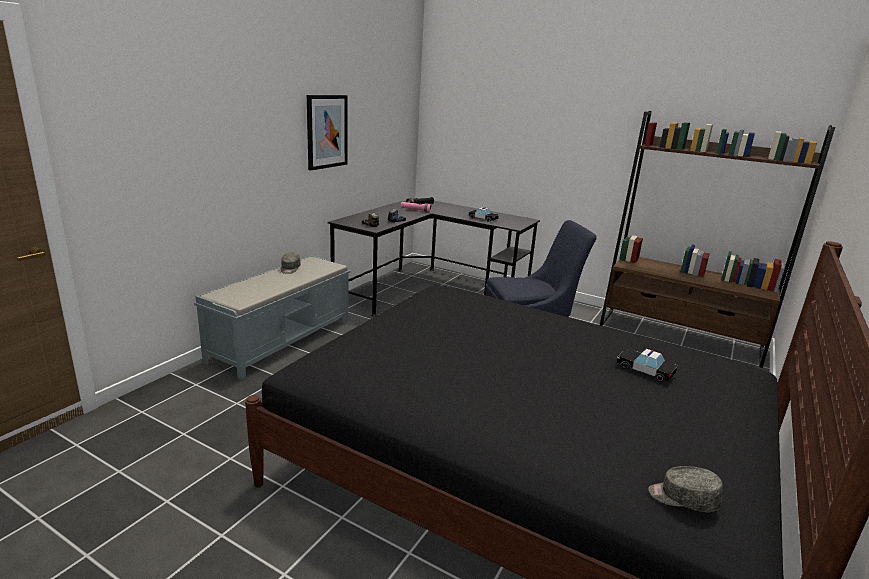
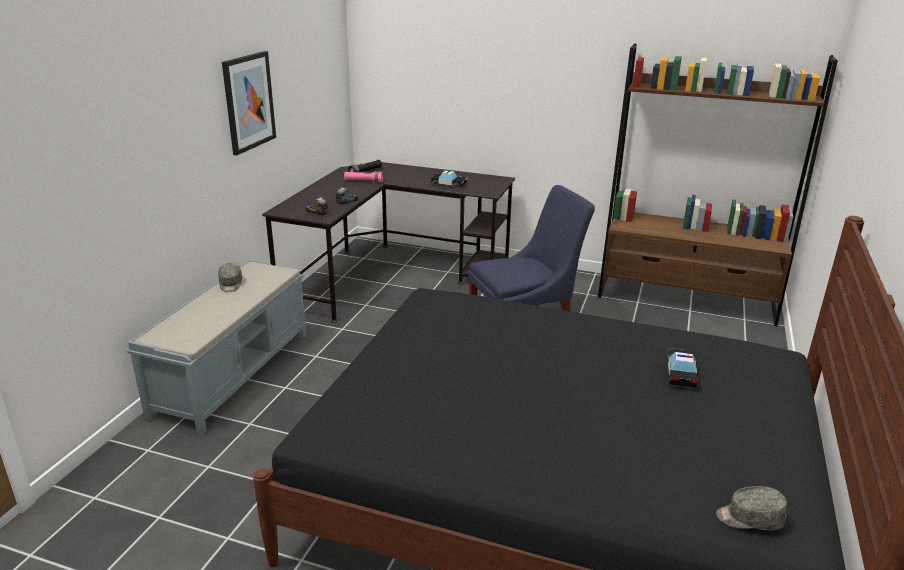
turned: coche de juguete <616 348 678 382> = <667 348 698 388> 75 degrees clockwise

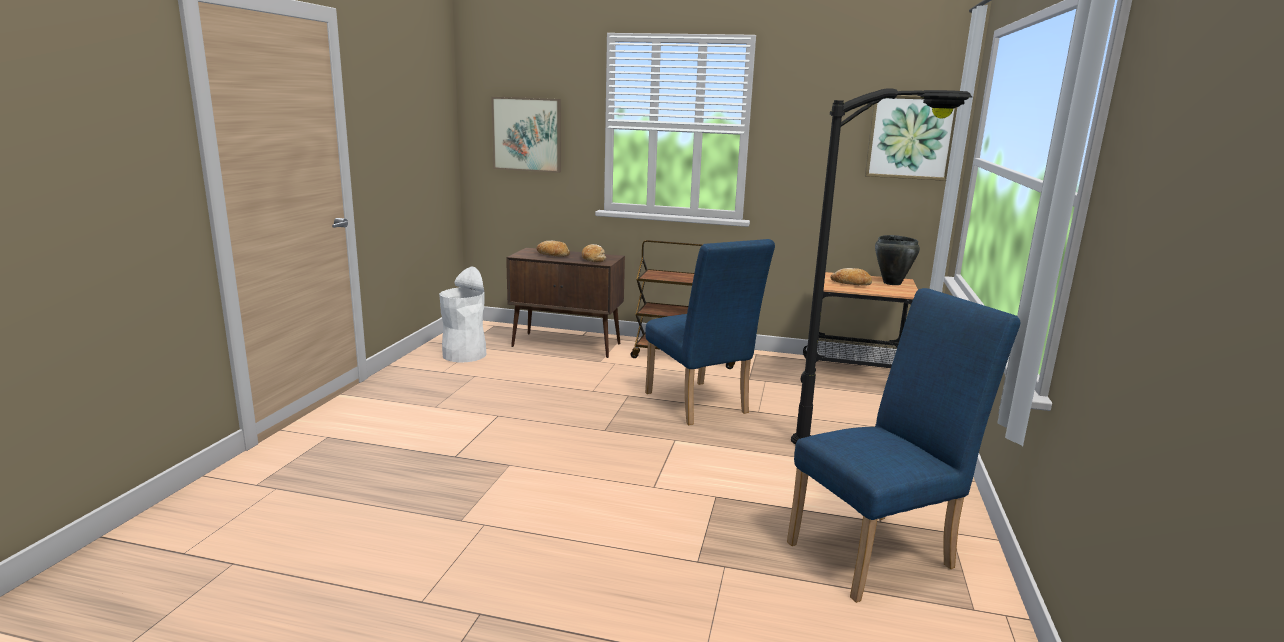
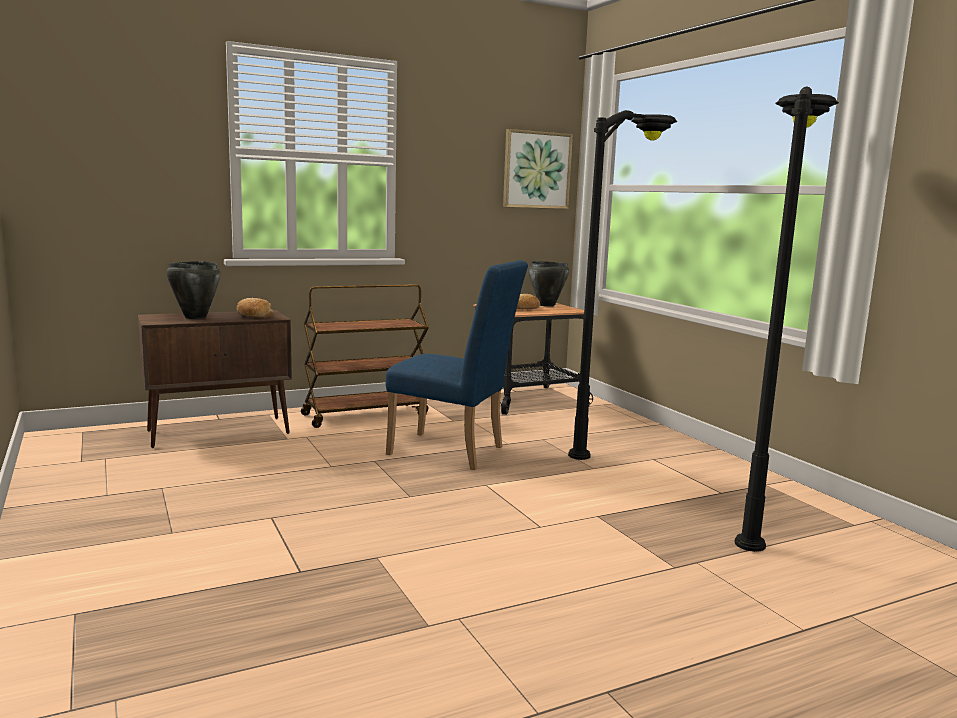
removed: papelera/blanco <439 267 486 362>; cuadro <491 97 561 173>
replaced: pan <536 241 570 257> to olla/negro <166 261 220 319>; silla/azul <787 288 1020 603> to lámpara de pie/negro <734 86 839 552>

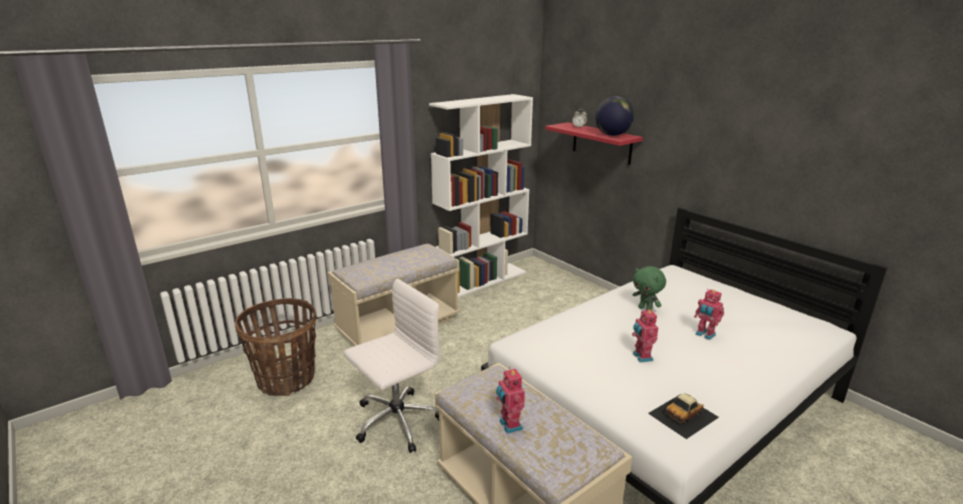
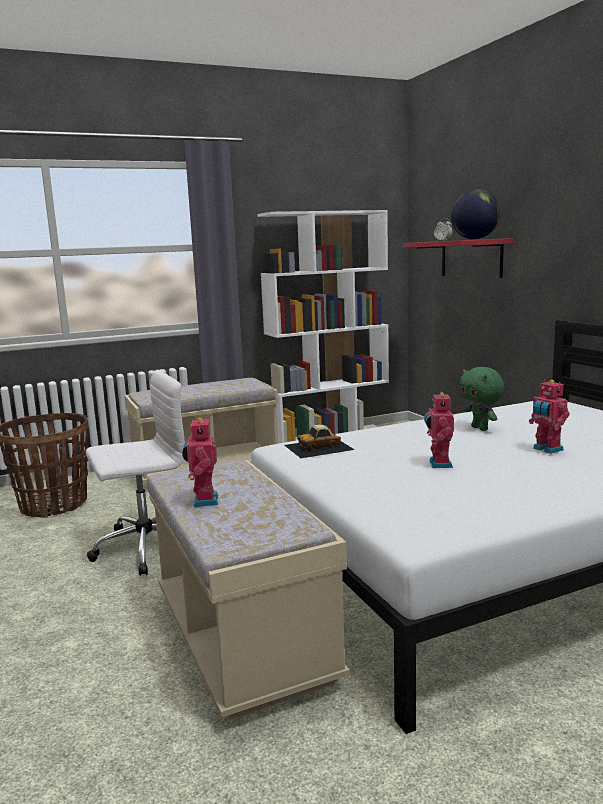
moved: coche de juguete <648 393 719 439> to <284 425 355 458>

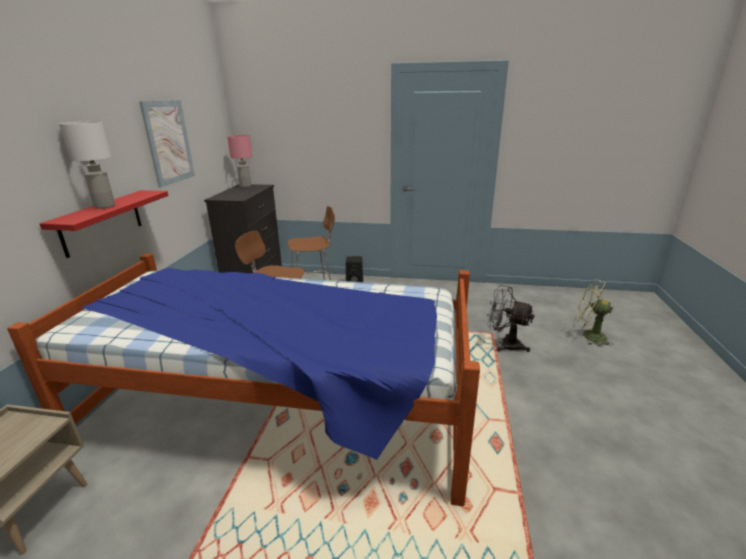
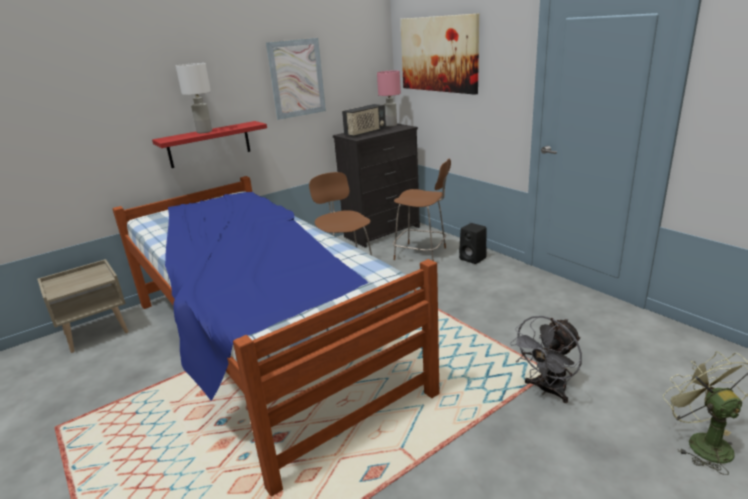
added: radio <342 104 386 137>; cuadro <400 13 479 95>
turned: ventilador/gris <487 285 535 352> = <510 316 582 403> 120 degrees counterclockwise

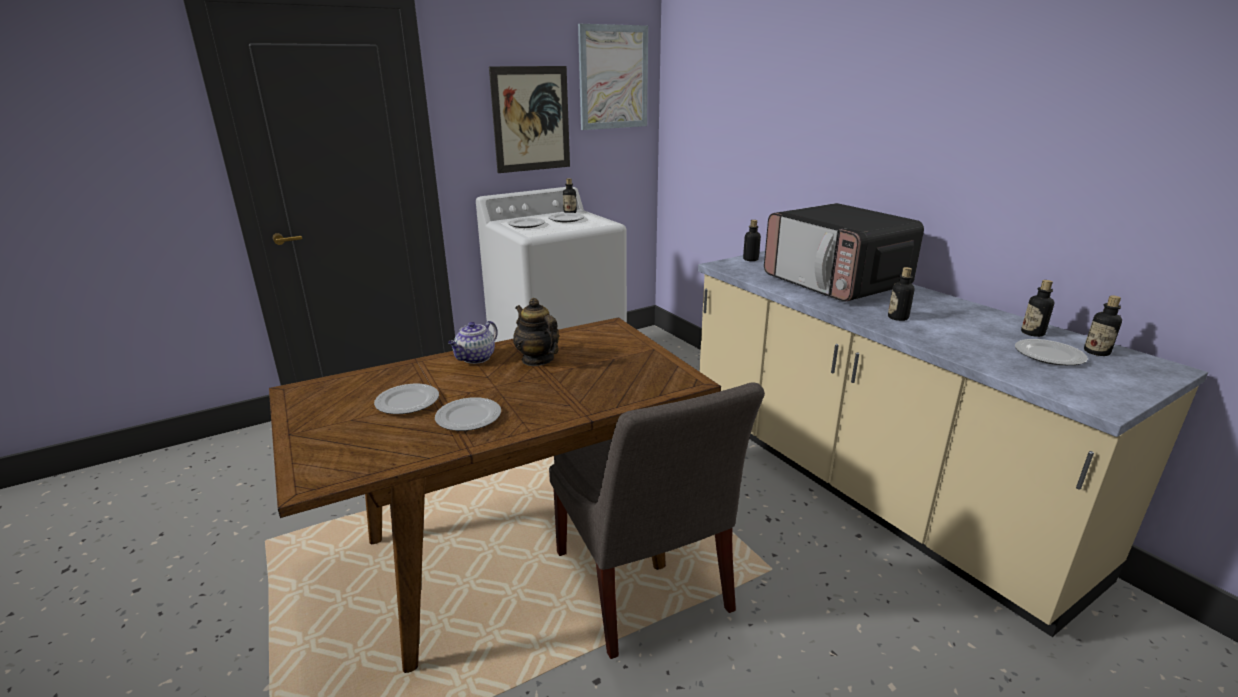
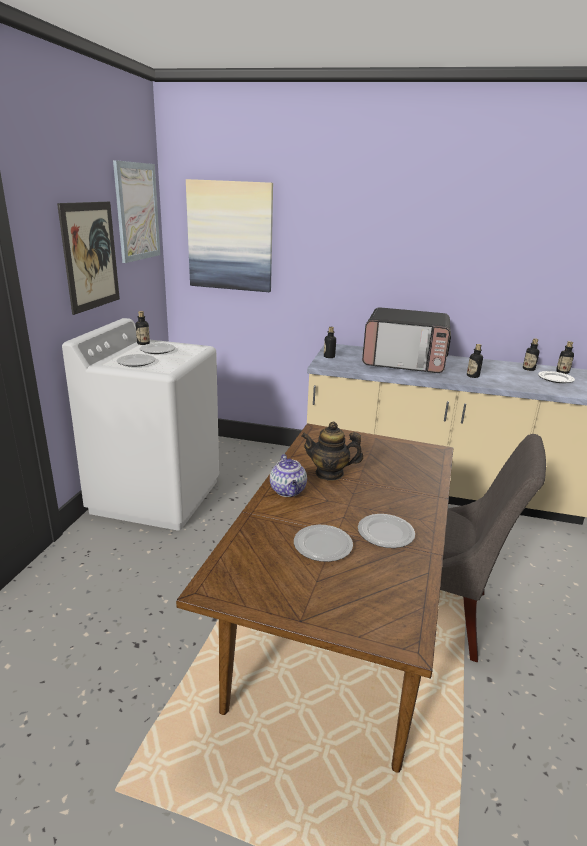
added: cuadro <186 179 273 292>

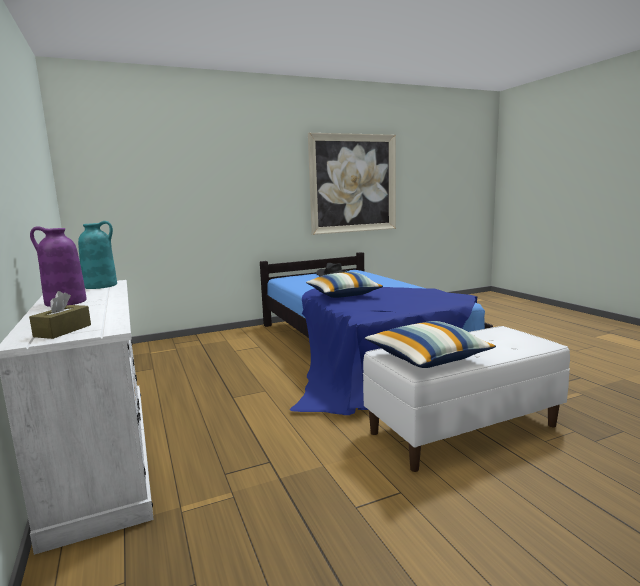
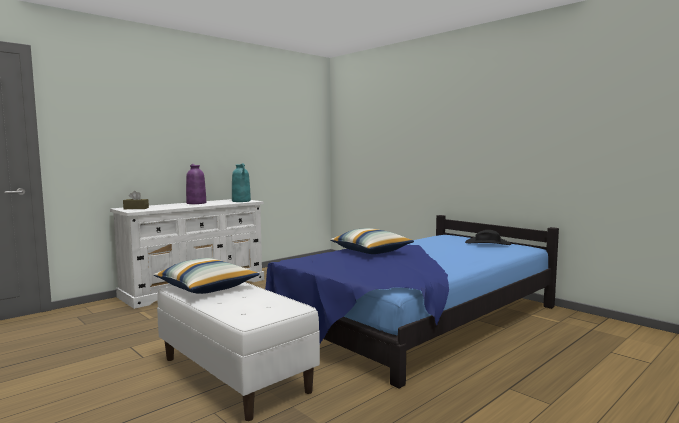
removed: cuadro <308 133 396 235>

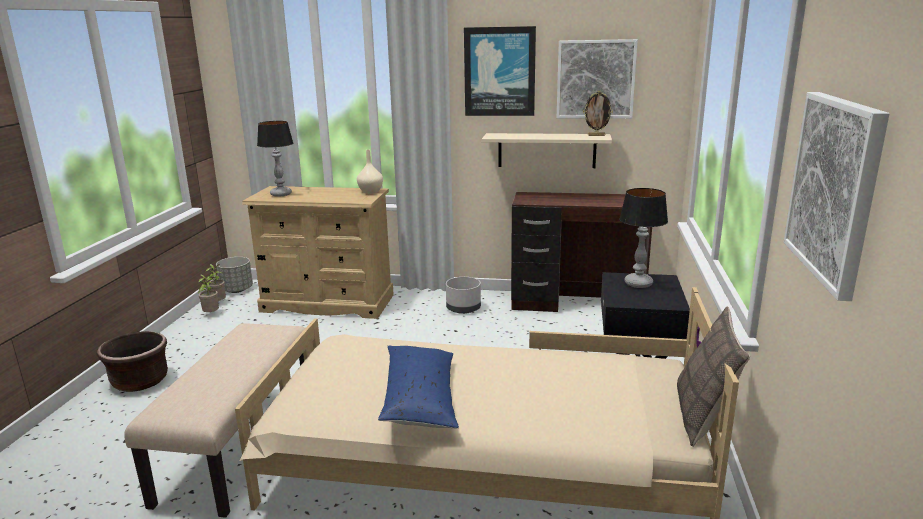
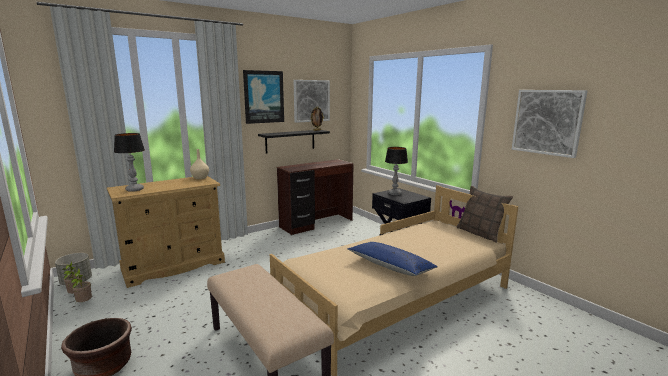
removed: maceta/gris <446 277 481 314>
recoloured: estante/beis <482 133 612 168> to estante/negro <258 130 330 153>

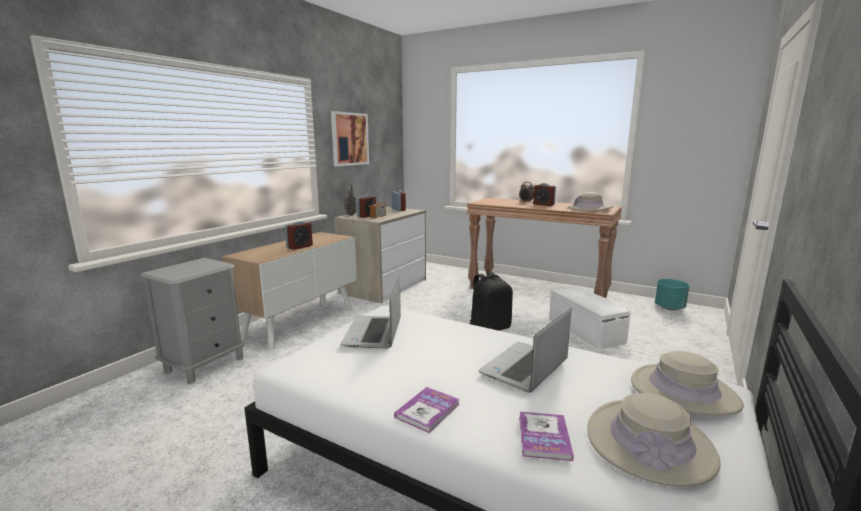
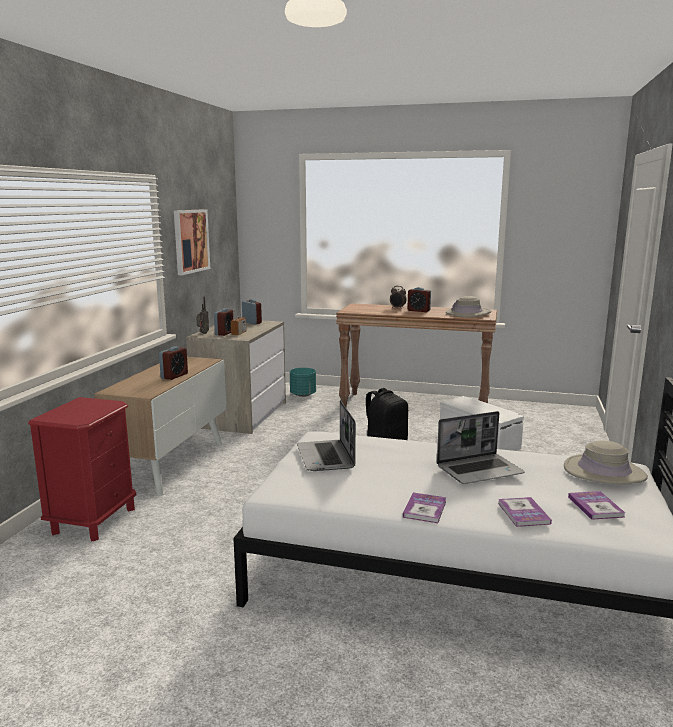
moved: maceta/turquesa <655 279 690 310> to <290 368 316 397>
replaced: sombrero/beis <587 393 721 487> to libro <568 491 625 520>
recoloured: mesita de noche/gris <140 258 245 384> to mesita de noche/rojo <28 397 136 542>
turned: portátil <479 308 571 393> = <437 411 525 484> 135 degrees counterclockwise

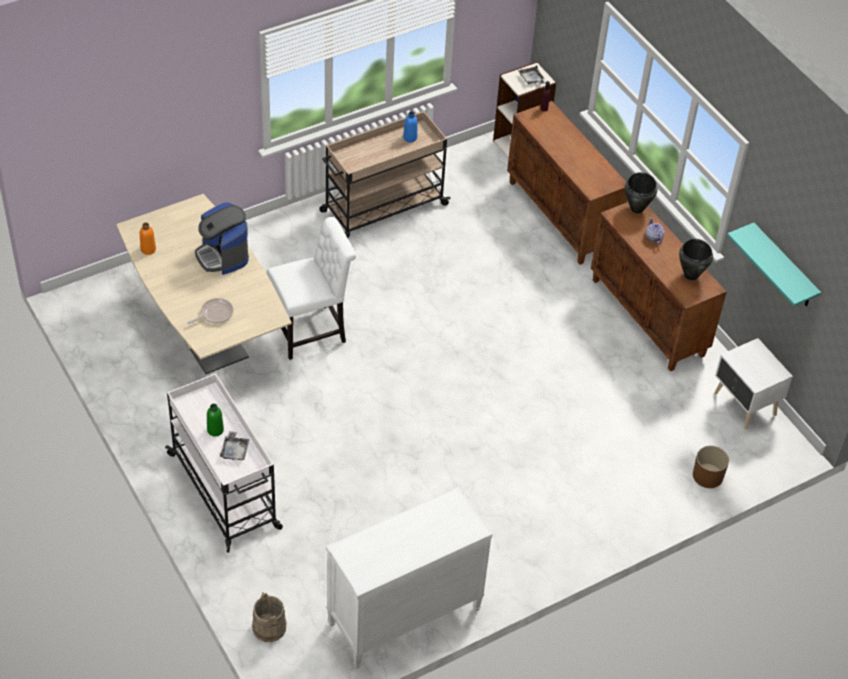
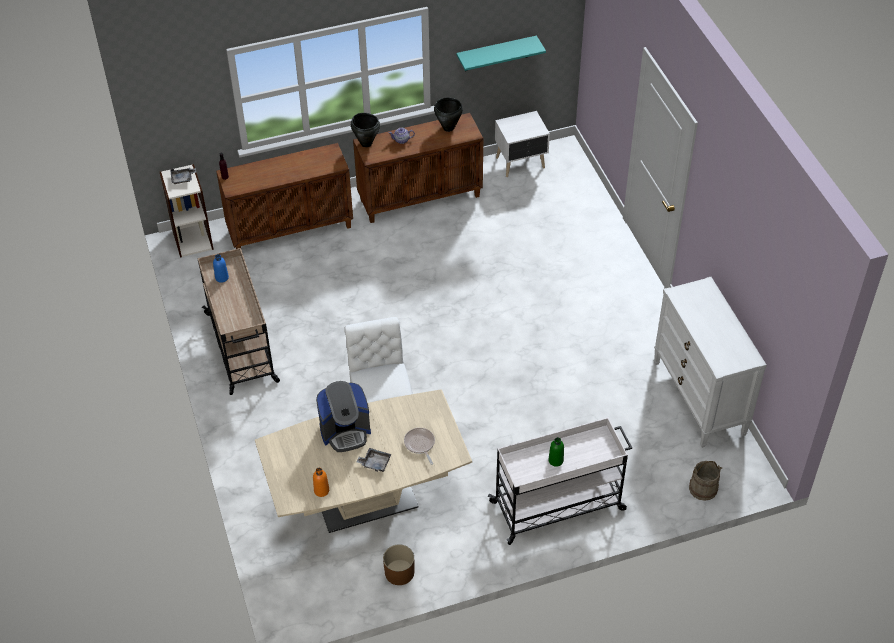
moved: bandeja/gris <220 431 249 460> to <356 448 391 472>; maceta/marrón <693 446 729 488> to <383 544 414 585>

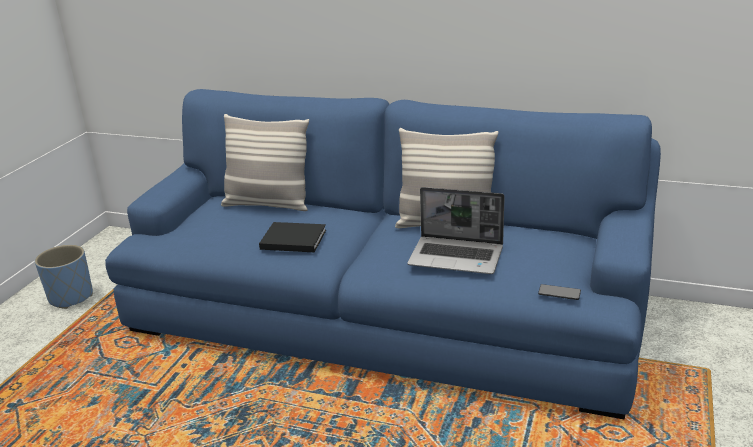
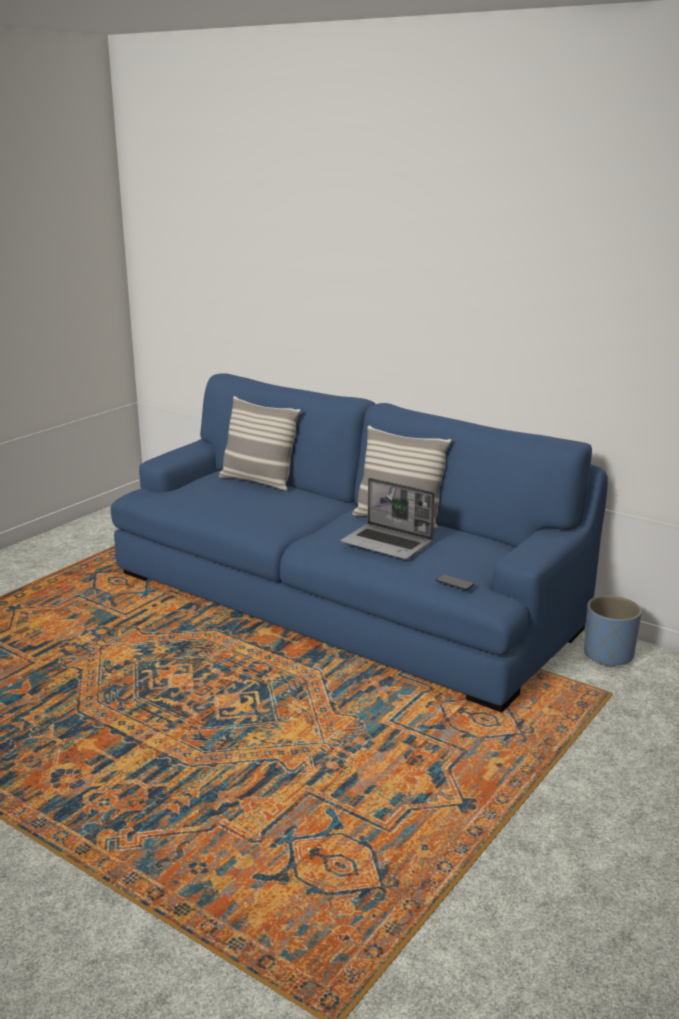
removed: libro/negro <259 222 326 252>
moved: maceta/azul <35 245 93 309> to <584 596 642 668>

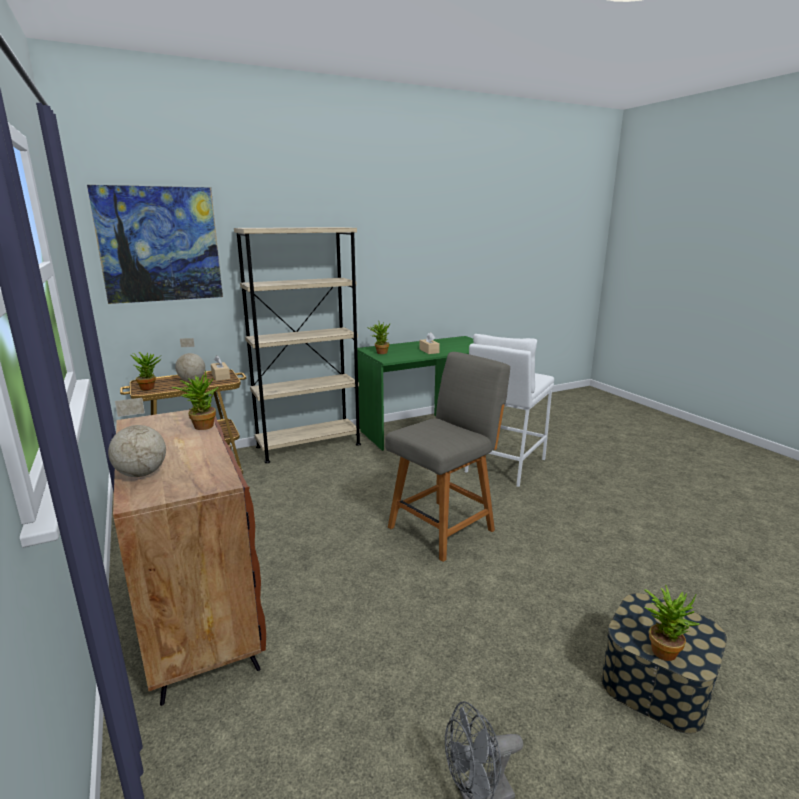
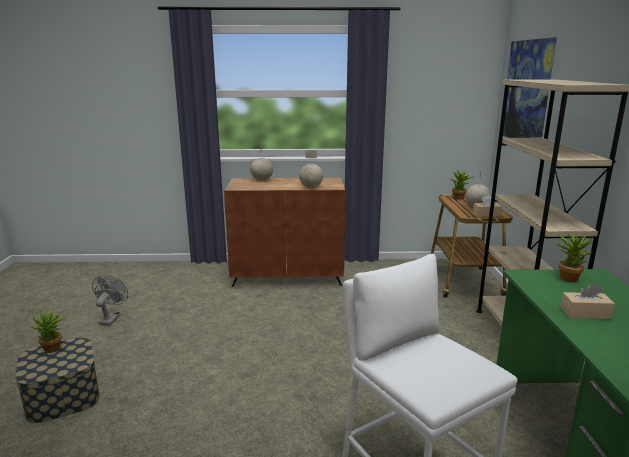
removed: silla/gris <385 352 510 562>
replaced: planta en maceta <172 371 218 430> to globo terráqueo <299 150 323 188>

